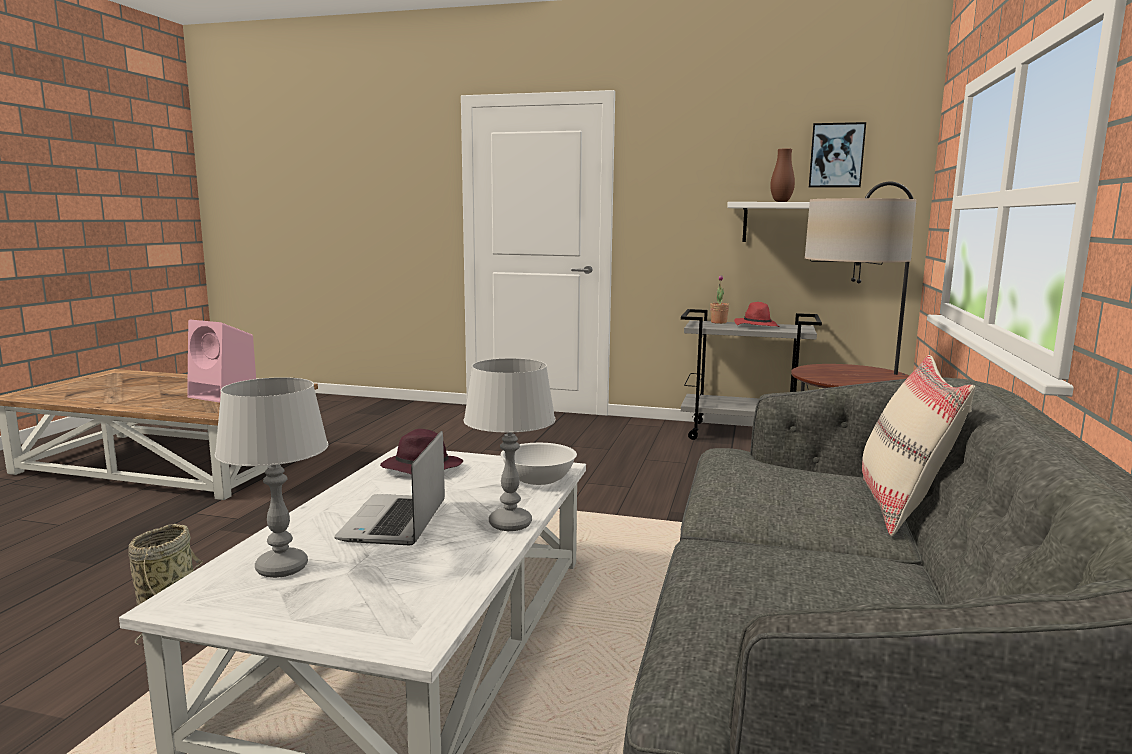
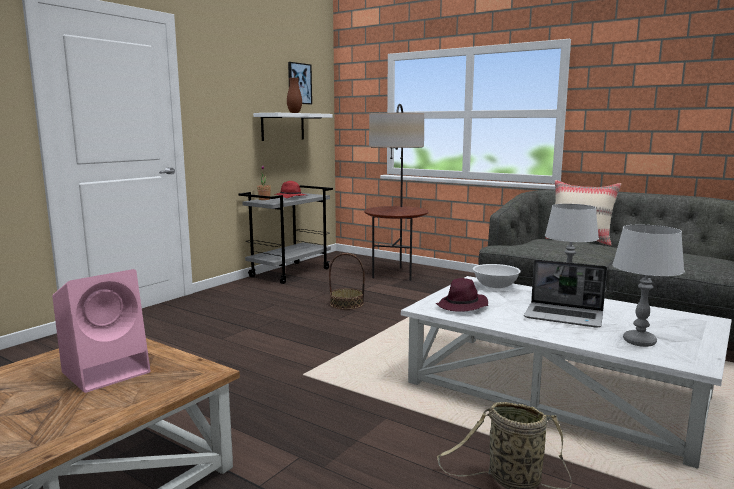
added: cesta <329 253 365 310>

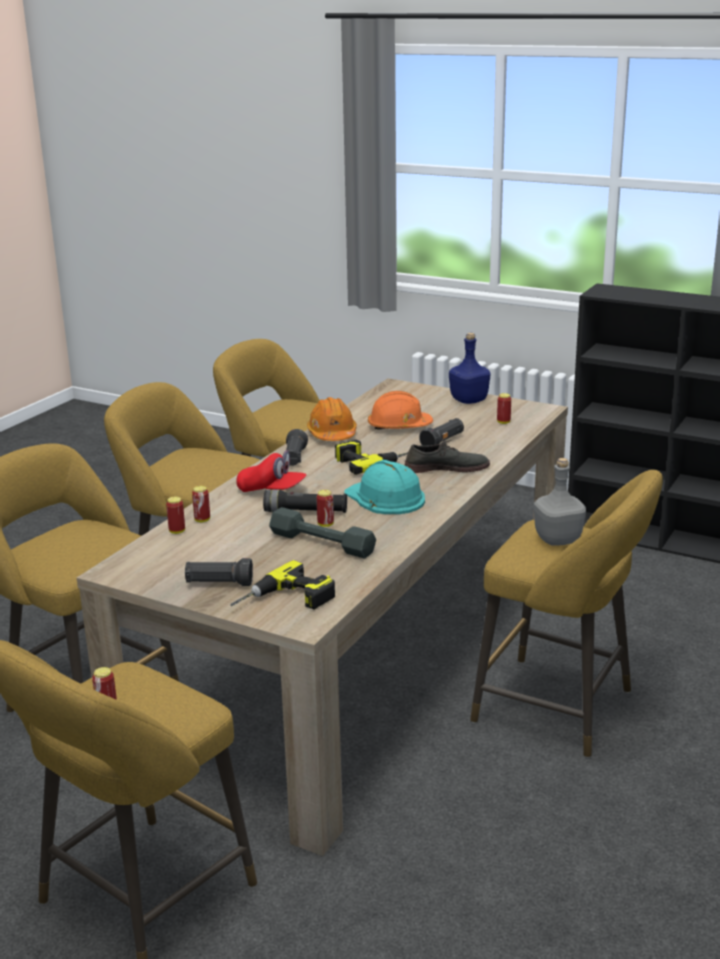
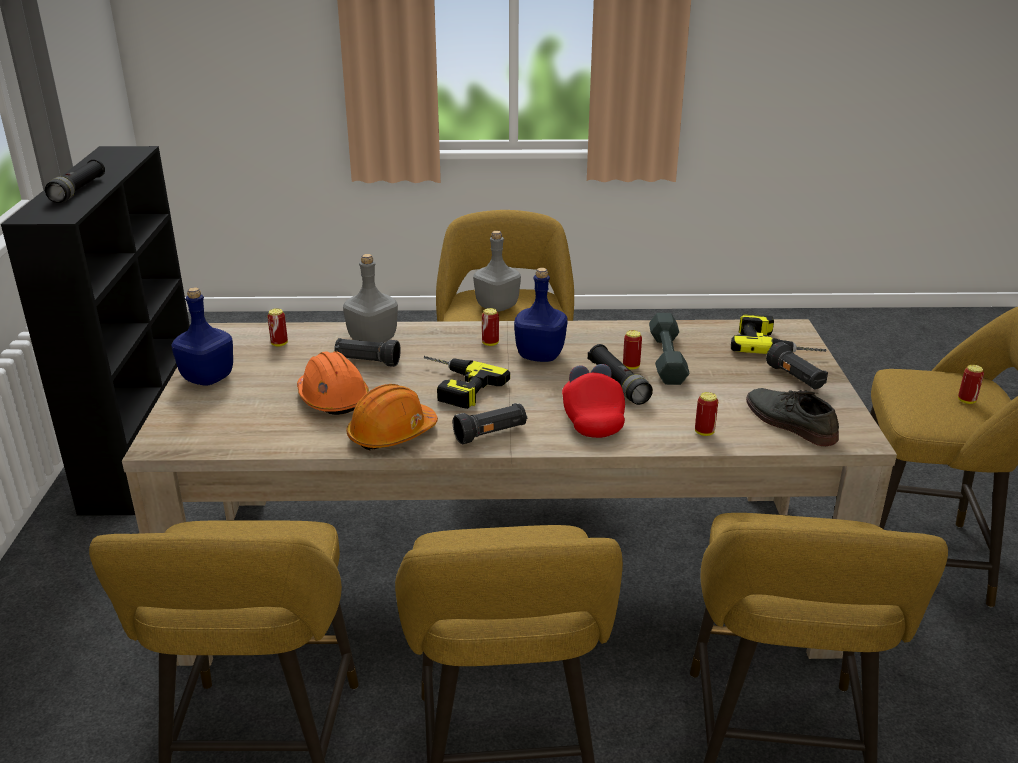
added: linterna/negro <45 159 105 203>; botella/gris <343 254 398 343>
moved: lata <166 497 185 534> to <482 308 499 346>; zapato/gris <405 440 490 473> to <746 388 839 446>
replaced: casco/turquesa <344 460 425 514> to botella/azul <514 268 567 362>

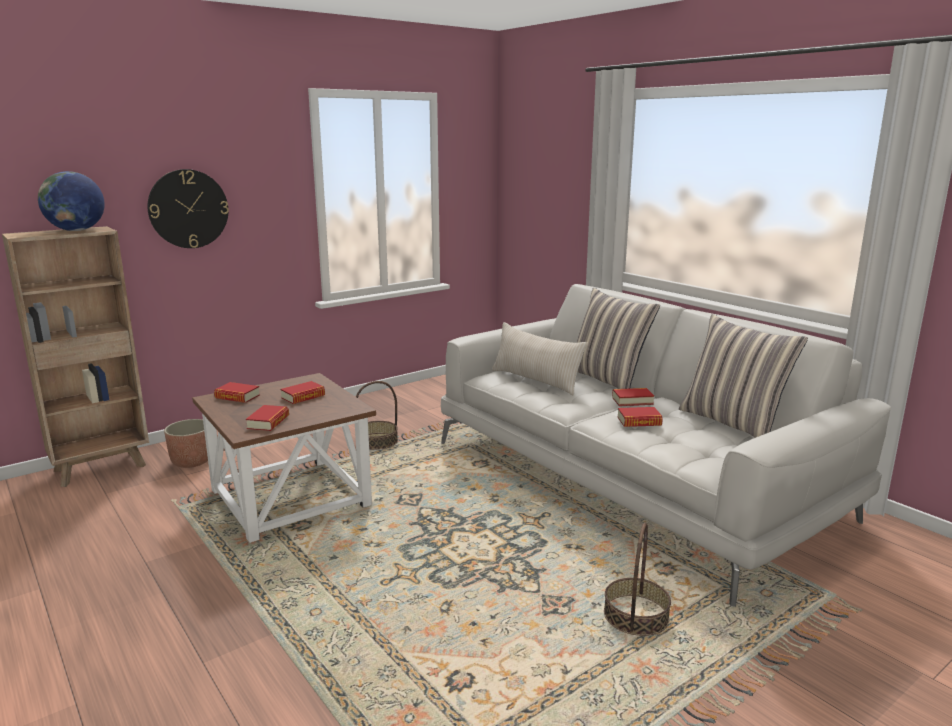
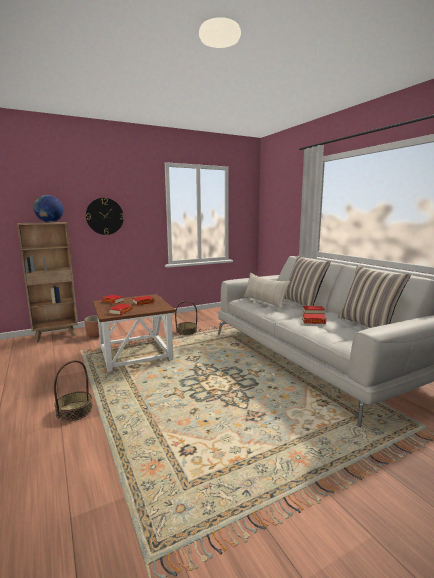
moved: cesta <604 523 671 636> to <54 360 93 421>

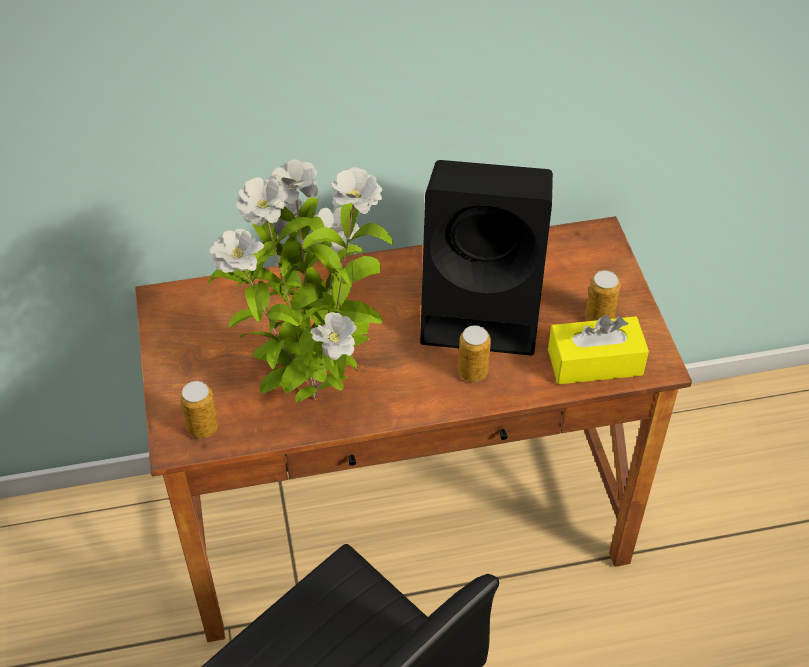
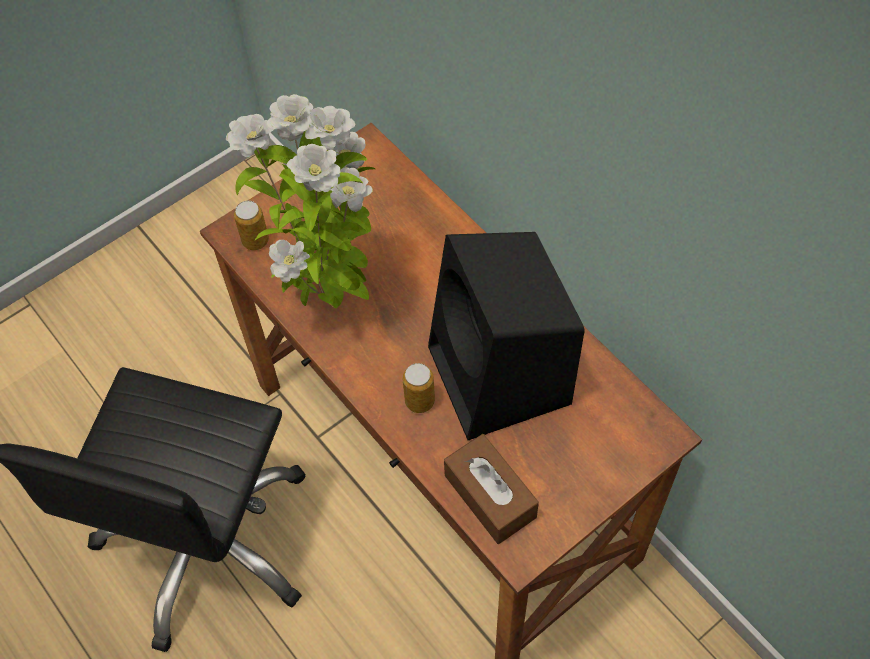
removed: lata <585 270 621 321>
recoloured: caja de pañuelos/amarillo <548 315 649 384> to caja de pañuelos/marrón <444 434 539 544>

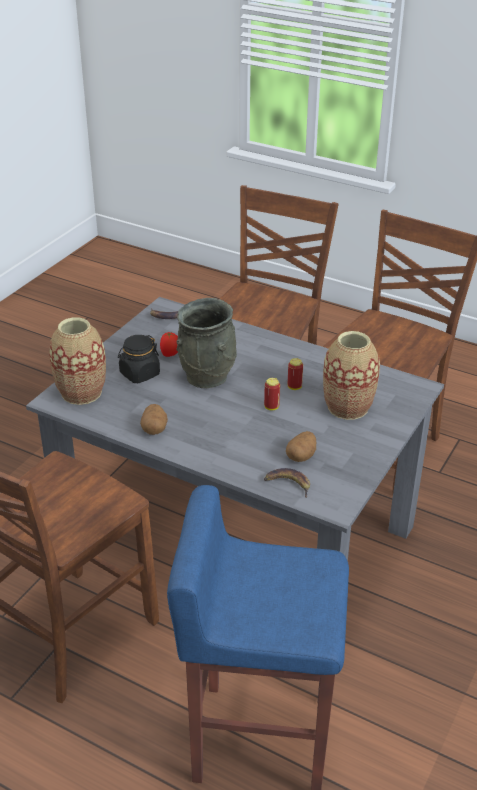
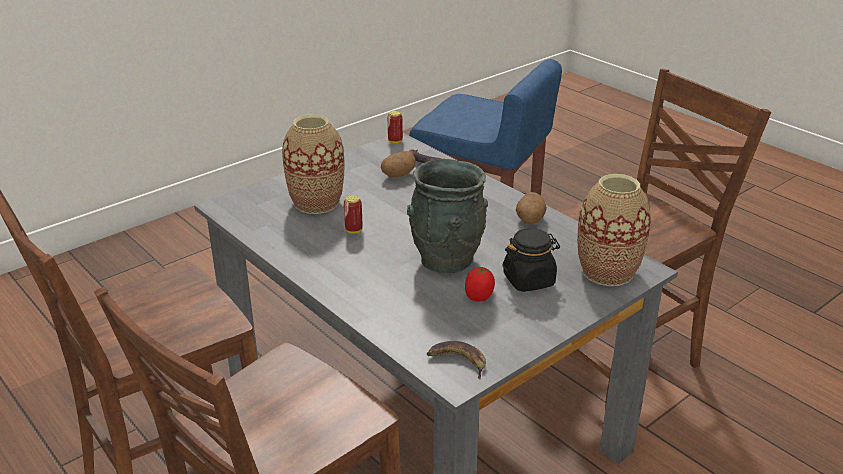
moved: lata <264 378 280 410> to <388 111 403 144>

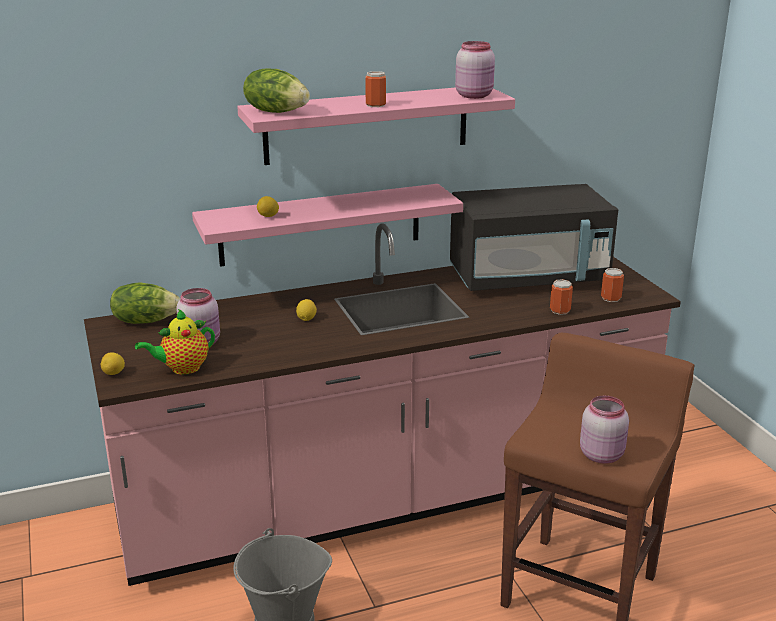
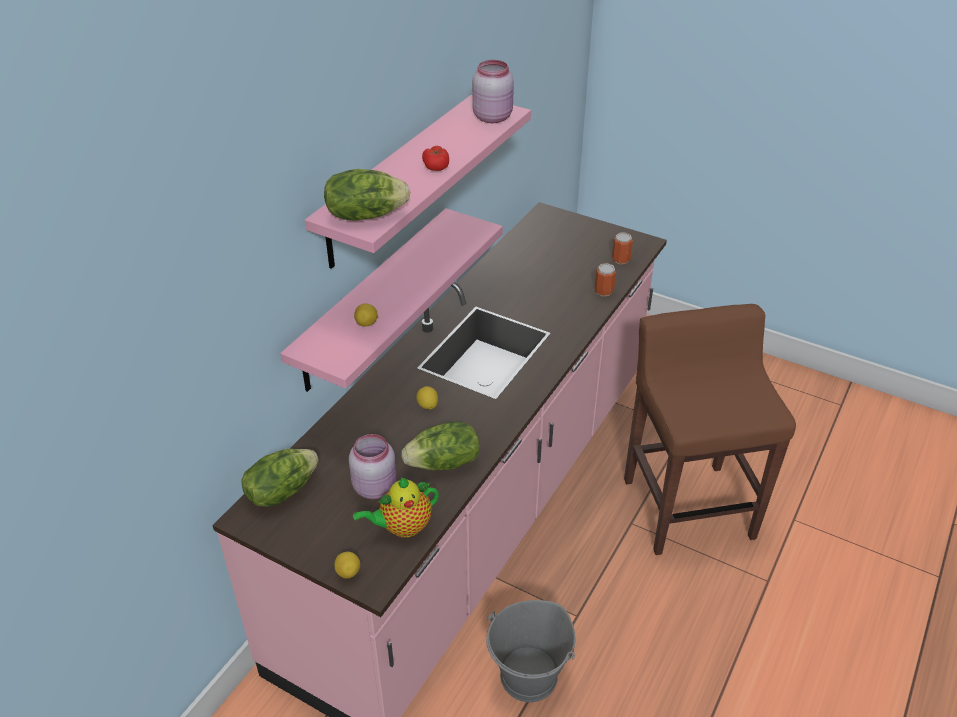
removed: microondas/negro <450 184 618 291>; tarro/rosa <580 396 629 464>
added: lechuga <401 421 480 470>
replaced: lata <365 71 386 107> to tomate <422 146 449 171>
turned: tetera <135 309 215 375> = <353 478 439 538> 45 degrees clockwise

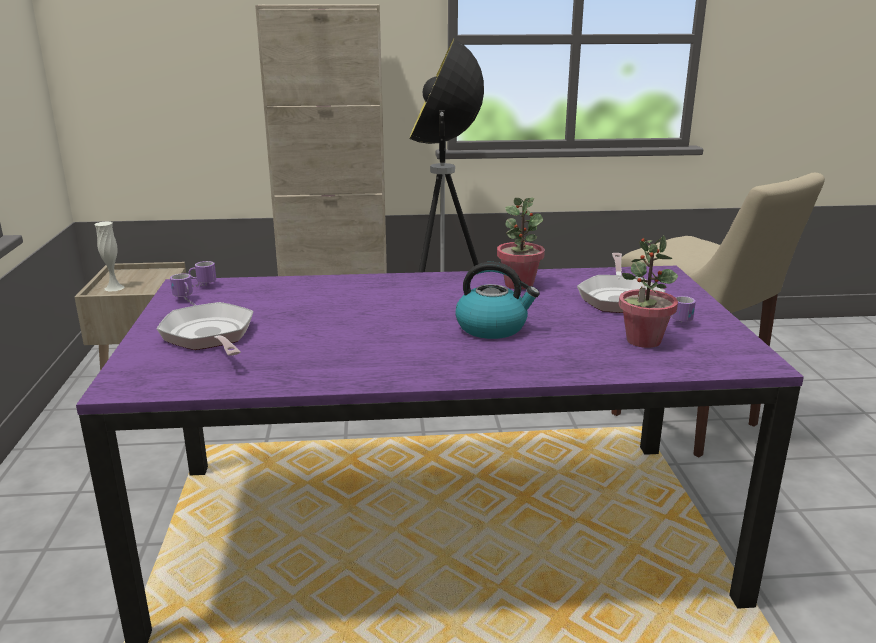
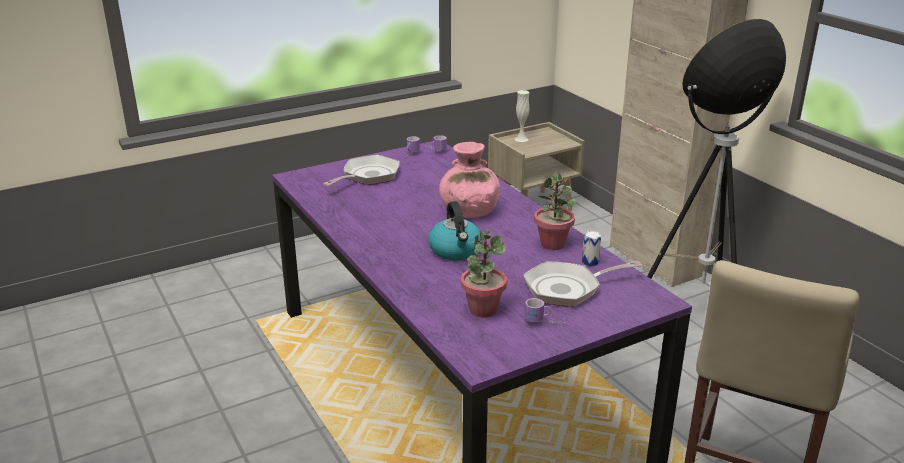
added: florero/rosa <439 142 500 218>; lata <582 231 601 266>

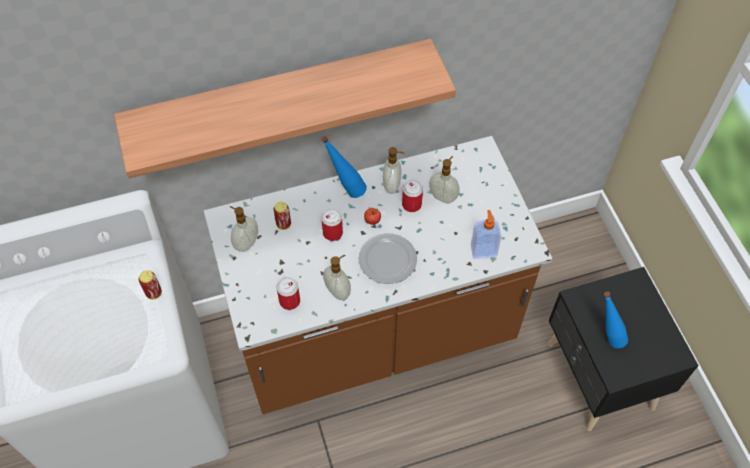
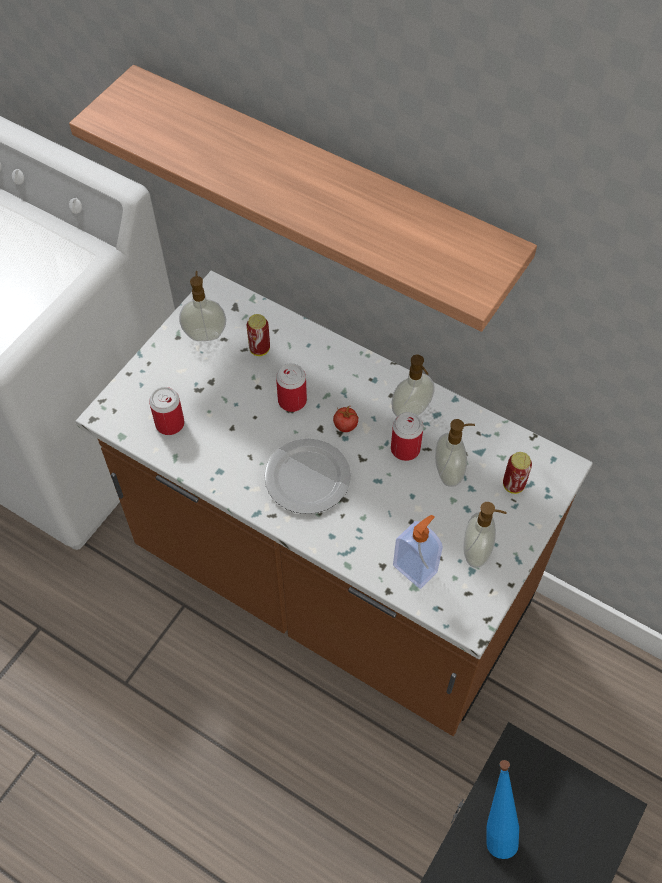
removed: botella/azul <321 136 367 198>
moved: dispensador de jabón <323 255 351 300> to <463 502 507 568>; lata <139 270 162 300> to <503 452 532 494>

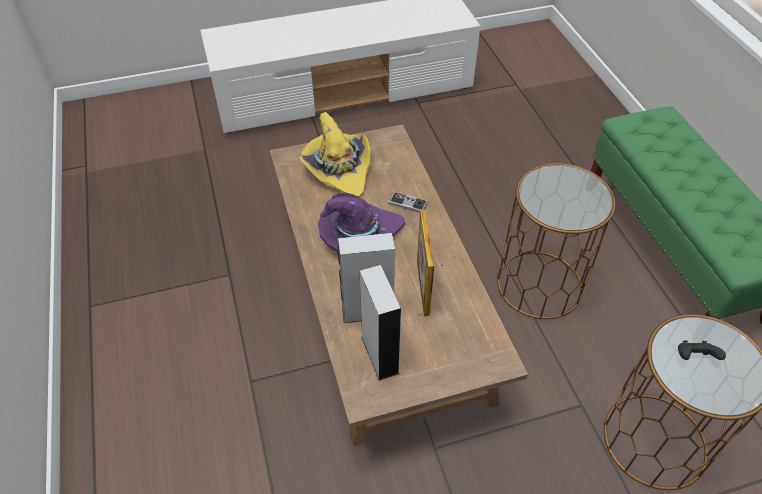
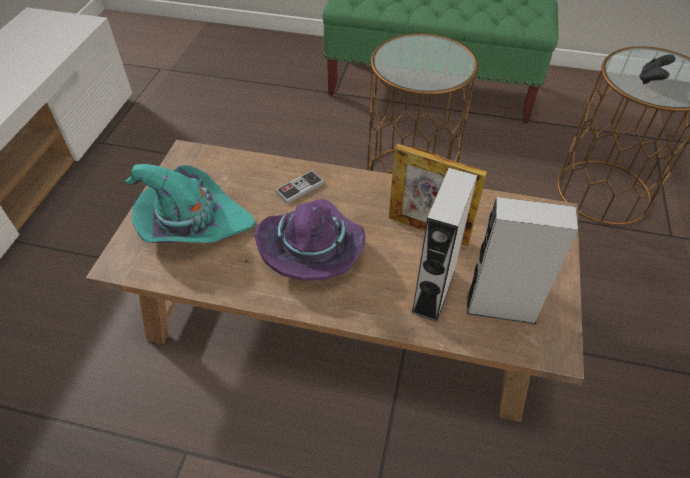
recoloured: sombrero/amarillo <299 112 371 197> to sombrero/turquesa <125 164 255 243>

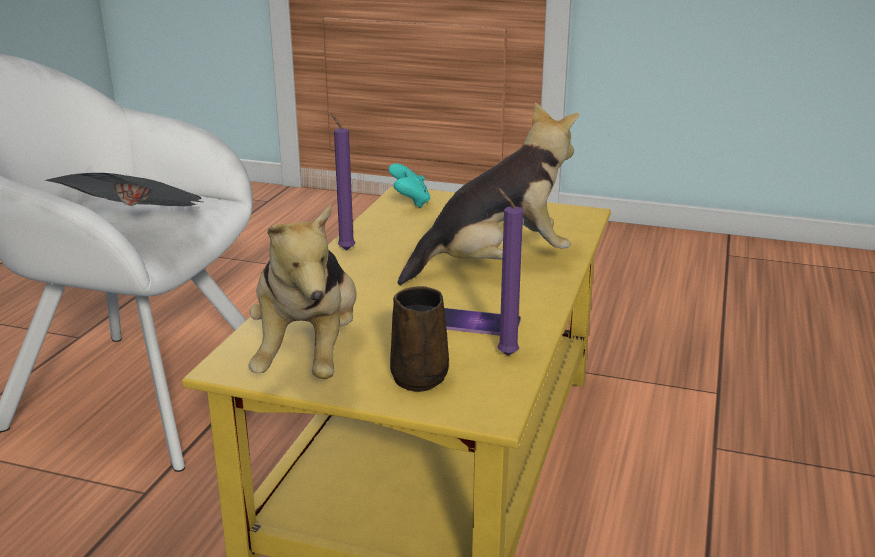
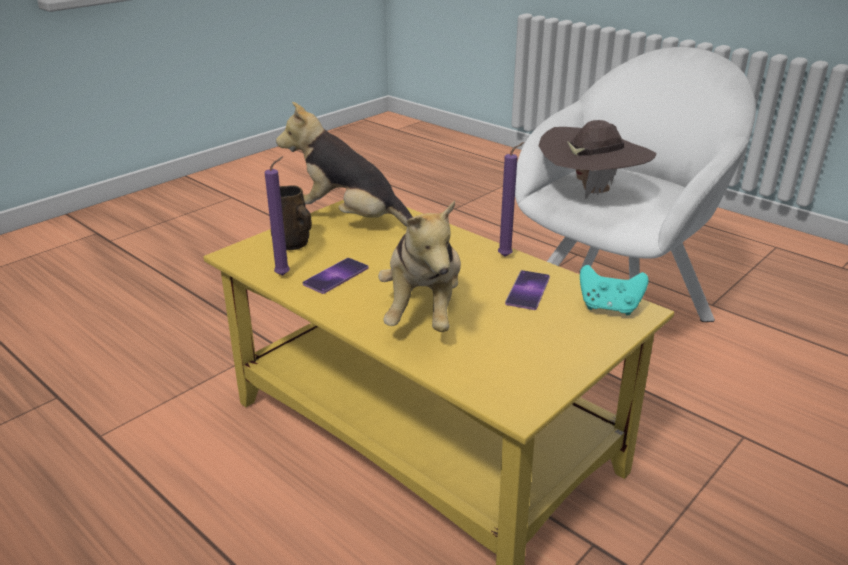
added: móvil <505 270 550 310>
replaced: periódico <45 173 202 206> to sombrero/marrón <538 120 657 199>

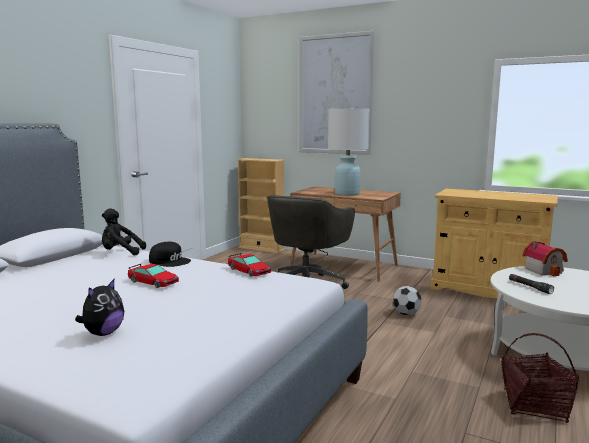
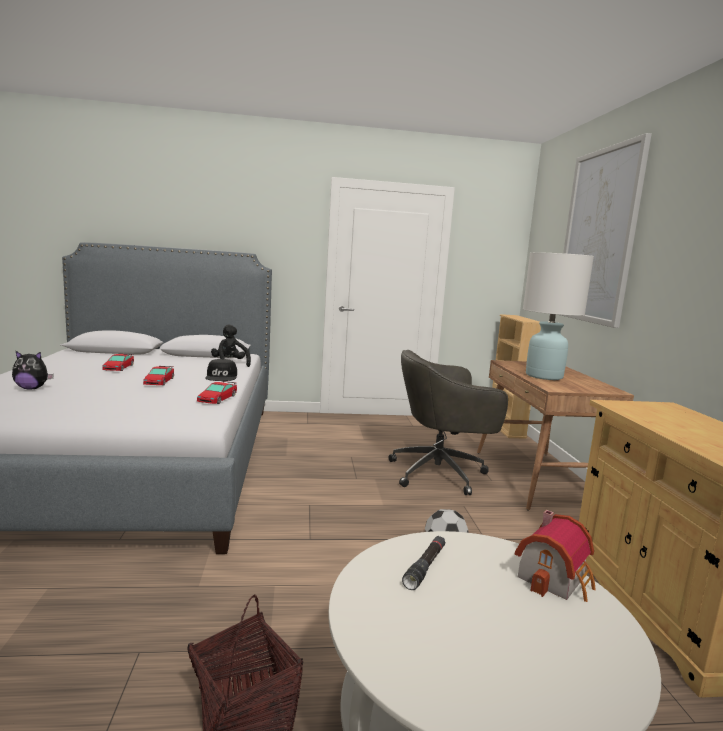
added: coche de juguete <102 354 134 371>

